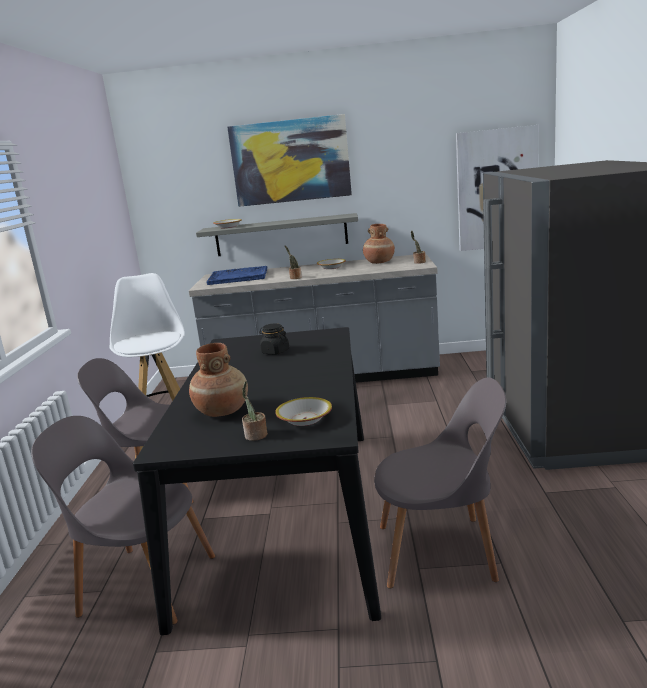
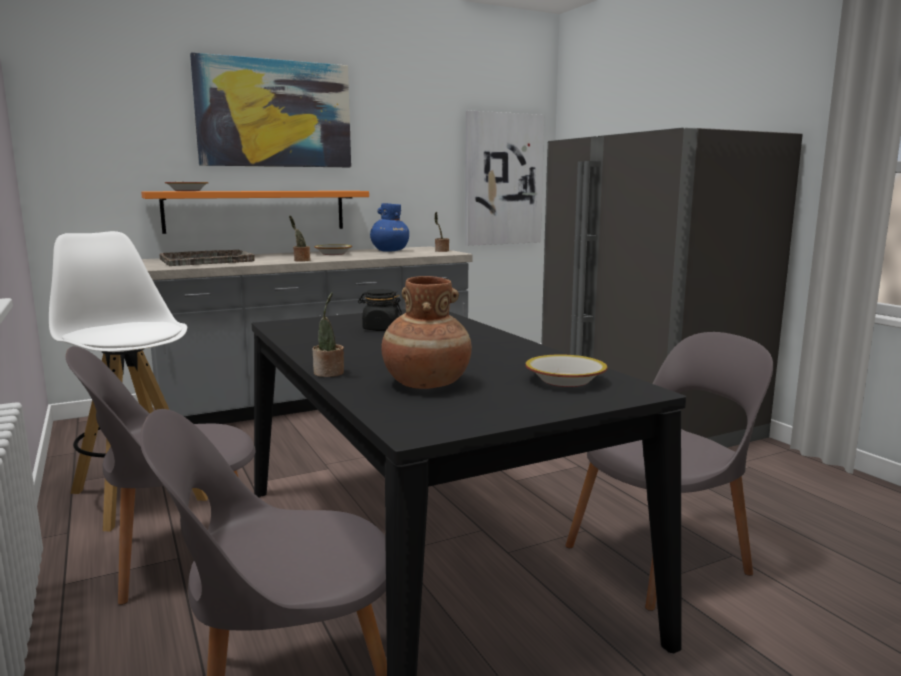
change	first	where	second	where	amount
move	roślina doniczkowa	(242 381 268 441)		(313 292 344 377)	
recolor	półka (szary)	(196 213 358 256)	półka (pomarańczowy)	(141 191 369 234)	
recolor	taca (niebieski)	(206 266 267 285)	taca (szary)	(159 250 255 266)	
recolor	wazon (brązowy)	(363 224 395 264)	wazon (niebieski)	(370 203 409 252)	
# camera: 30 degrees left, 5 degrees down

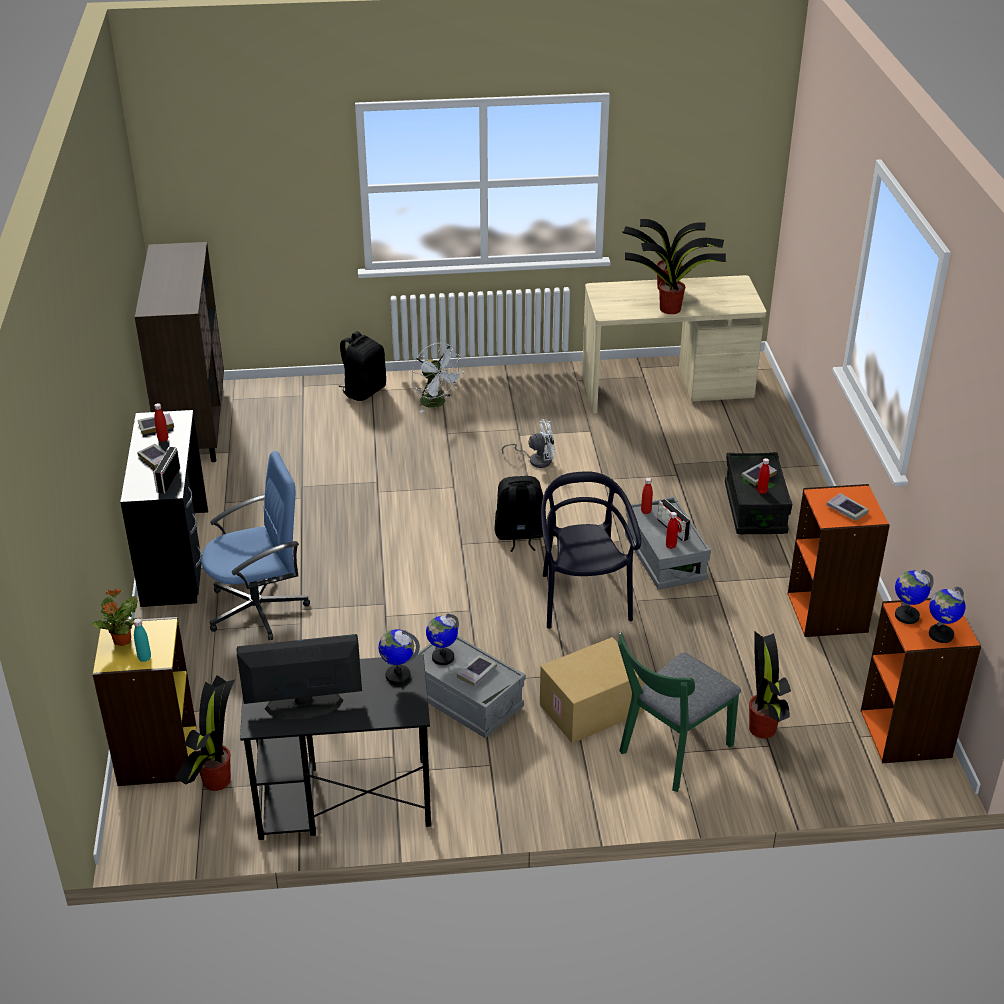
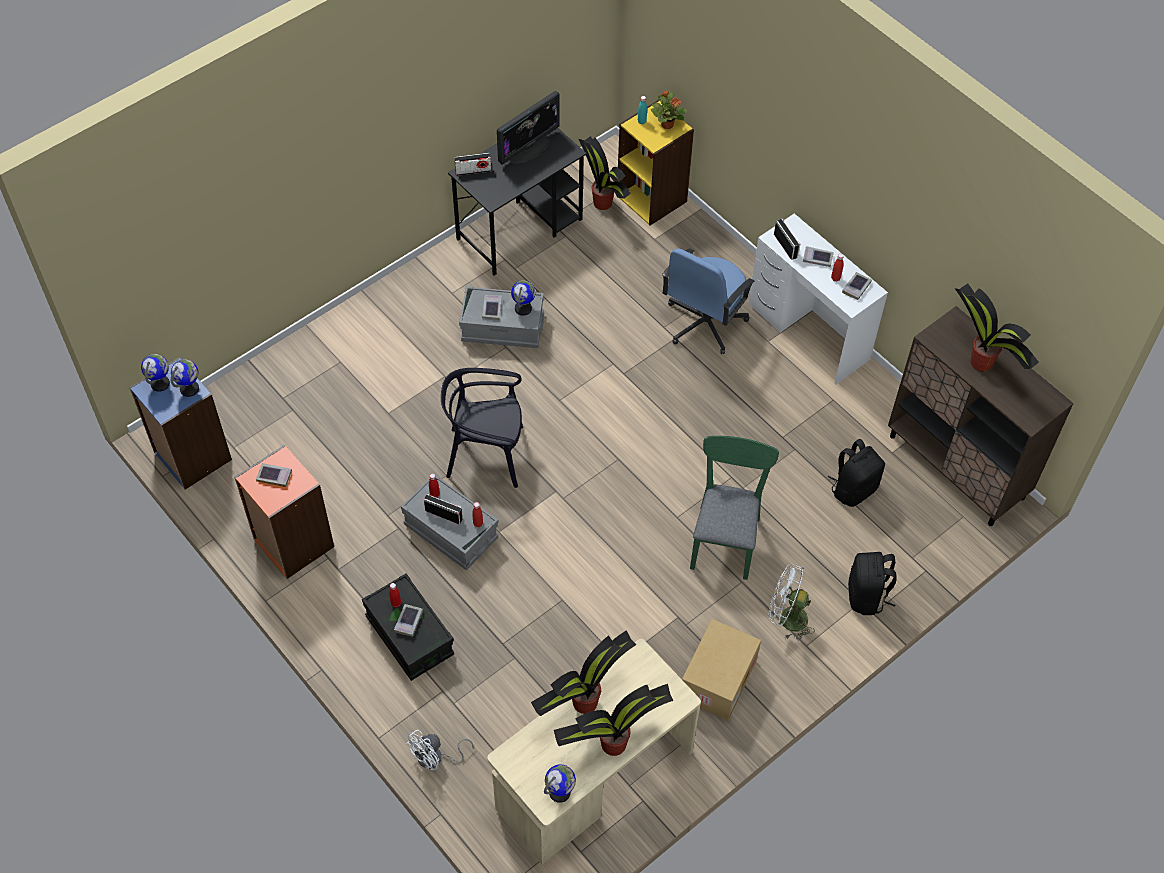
change	first	where	second	where	amount
insert			radio	(454 153 491 176)	
move	globus	(379 629 420 685)		(544 764 576 803)	
move	plecak (czarny)	(494 476 543 552)		(828 439 885 507)	
move	wentylator (biały)	(502 419 556 468)		(405 730 474 770)	
move	karton	(540 637 645 743)		(682 619 761 720)	
move	krzesło (zielony)	(617 632 741 792)		(690 436 779 580)	
move	roślina doniczkowa	(749 631 791 739)		(954 283 1039 371)	
recolor	biurko (czarny)	(120 410 208 607)	biurko (biały)	(749 214 888 385)	
recolor	regał (pomarańczowy)	(861 598 981 763)	regał (niebieski)	(129 357 232 490)	
rotate	krzesło (czarny)	(541 471 641 629)		(441 368 523 488)	135 degrees clockwise
# camera: 145 degrees right, 20 degrees up

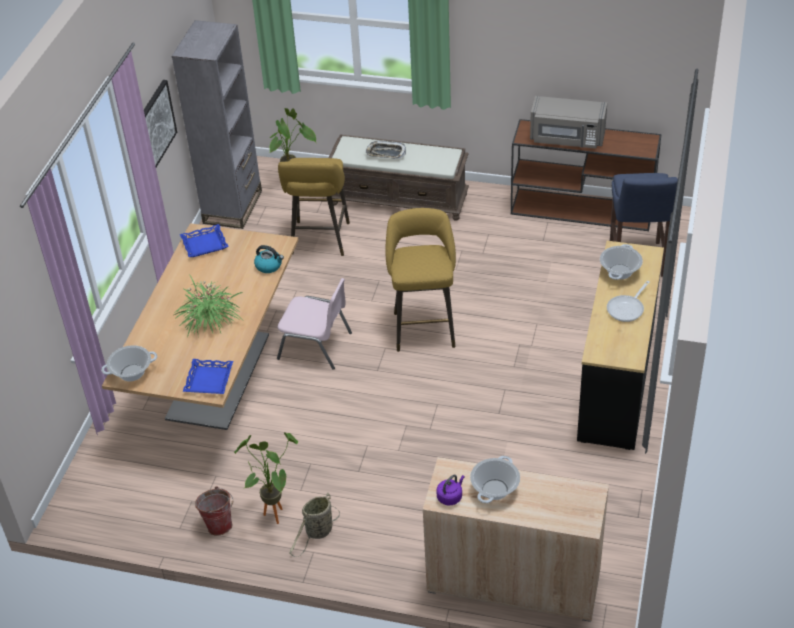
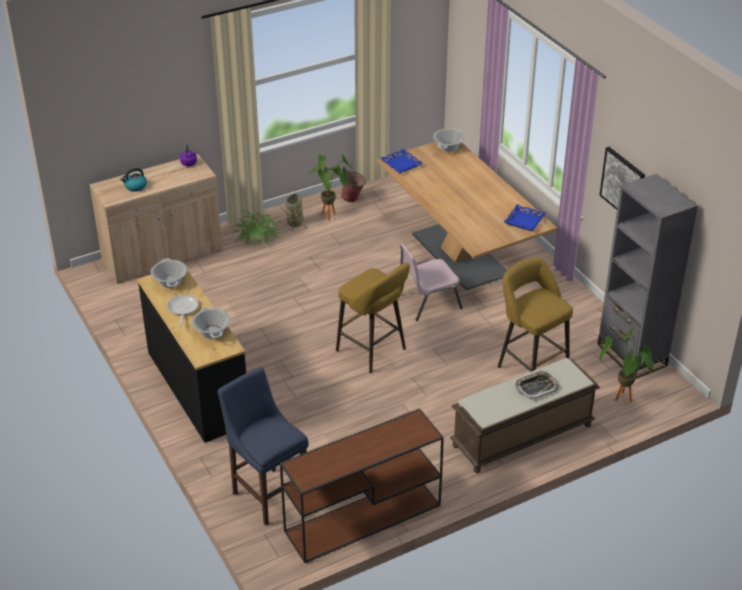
change	first	where	second	where	amount
delete	mikrofalówka (szary)	(530 96 607 148)			
move	roślina doniczkowa	(173 274 243 338)		(231 210 284 246)	
move	czajnik	(254 245 284 273)		(120 168 147 192)	
move	garnek	(470 456 520 503)		(151 258 187 288)	
# camera: 135 degrees right, 5 degrees down

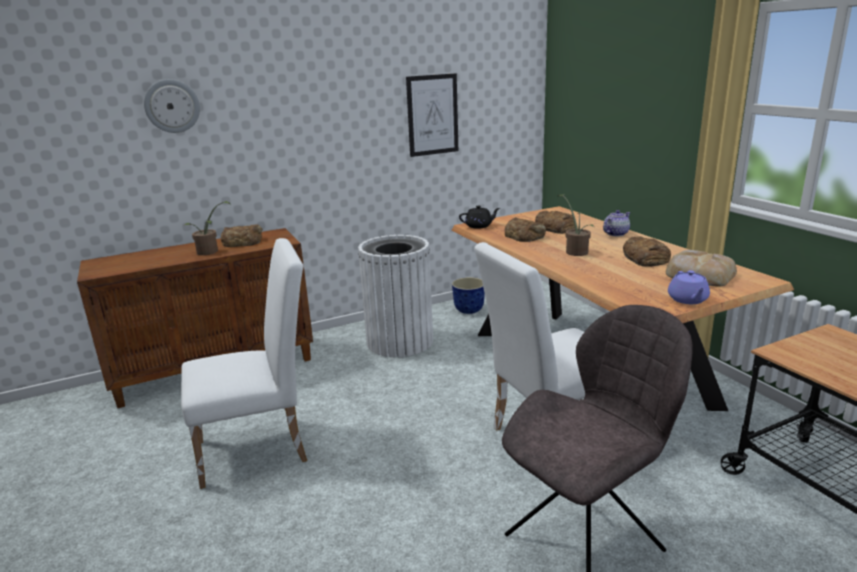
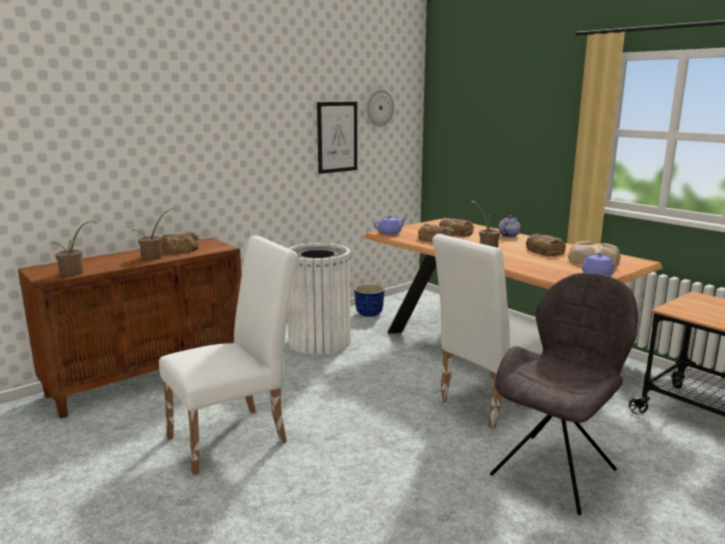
change	first	where	second	where	amount
insert			roślina doniczkowa	(48 221 97 277)	
move	zegar ścienny	(144 79 200 133)		(366 89 394 127)	
recolor	imbryk (czarny)	(459 206 500 229)	imbryk (fioletowy)	(374 215 407 235)	
# camera: 15 degrees left, 5 degrees down

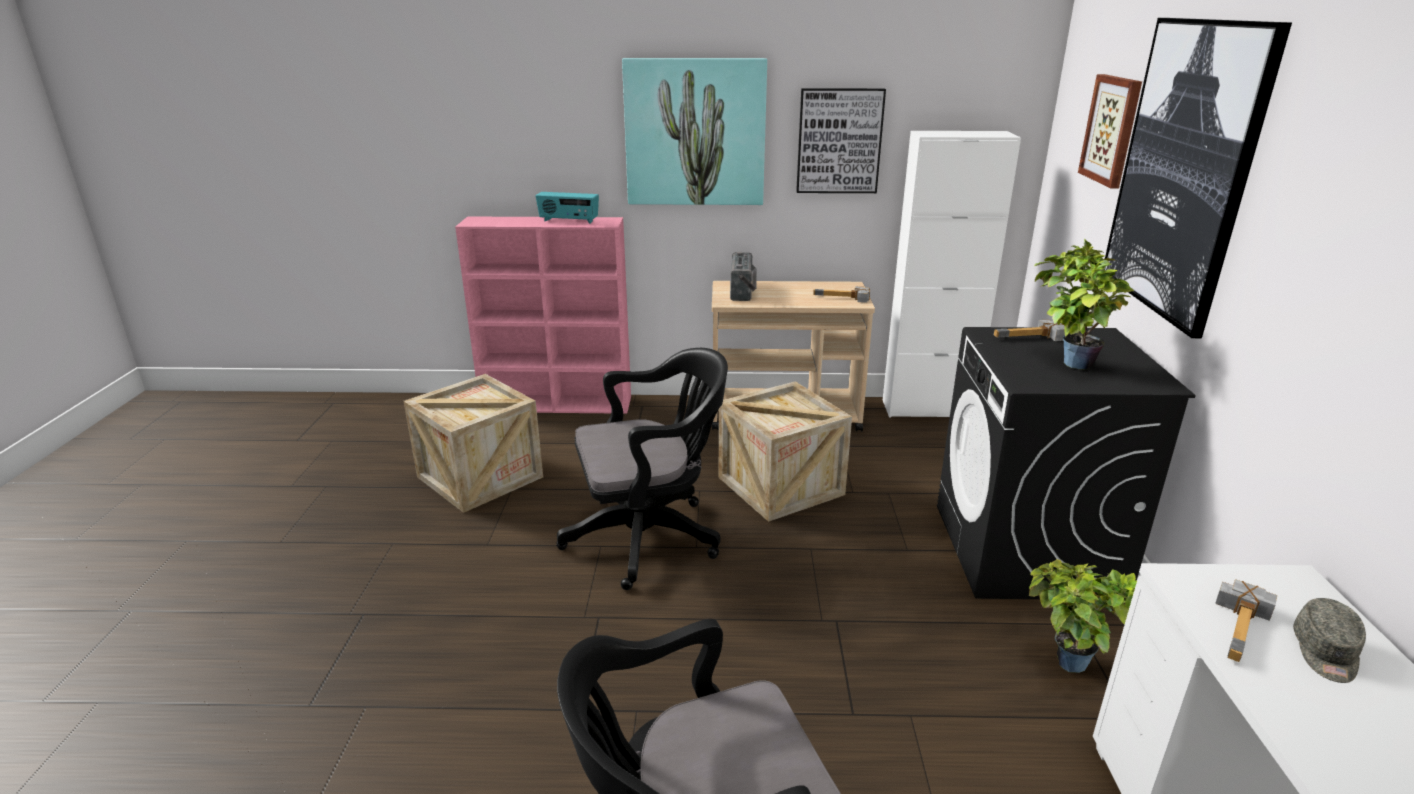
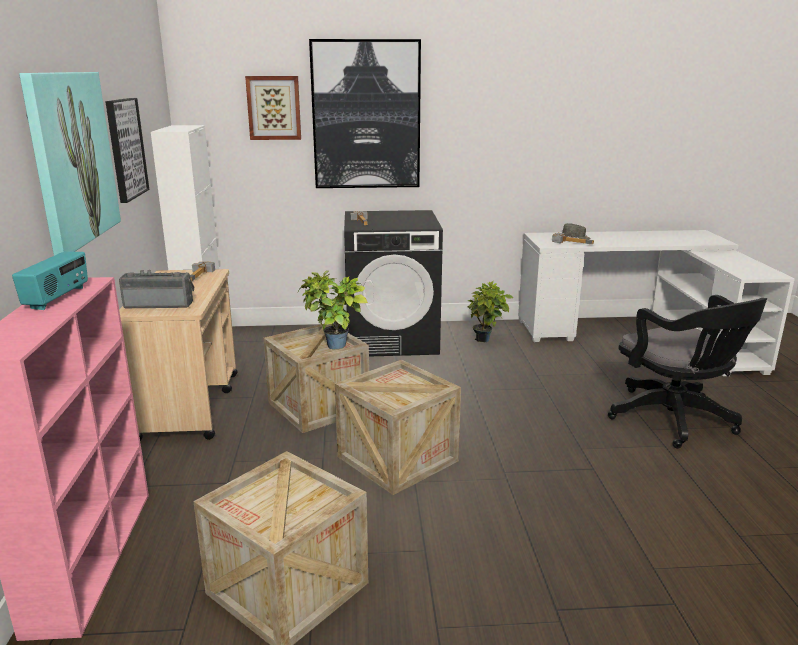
change	first	where	second	where	amount
move	roślina doniczkowa	(1034 239 1134 370)		(298 271 368 349)	
replace	krzesło biurowe (czarny)	(556 348 728 590)	skrzynka	(335 360 461 495)	
# camera: 95 degrees left, 5 degrees down

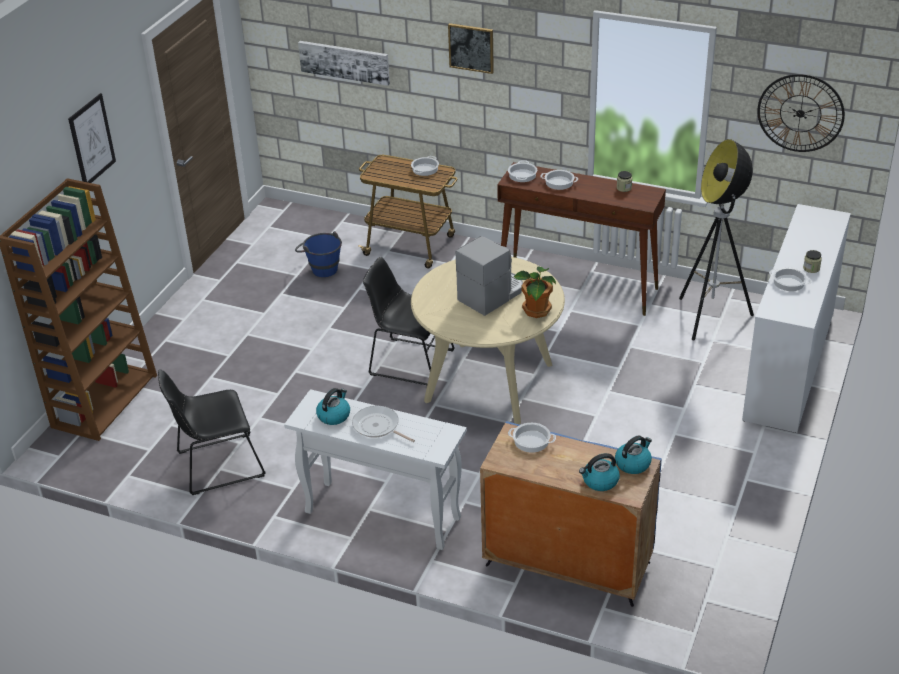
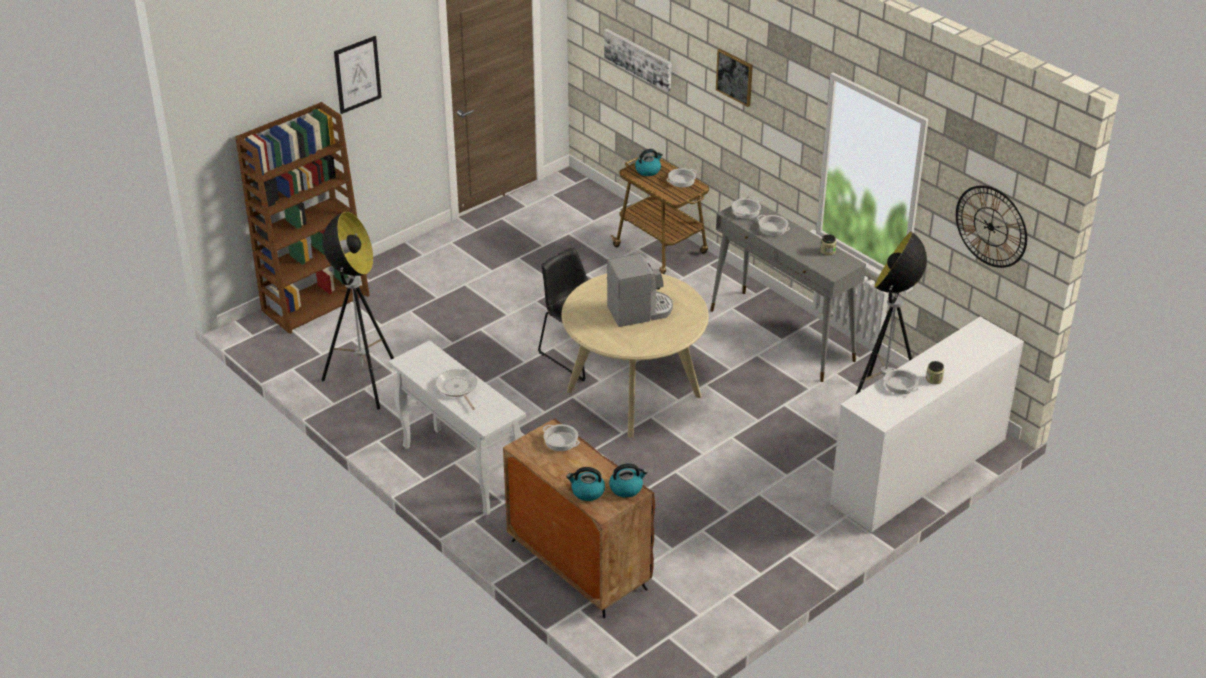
change	first	where	second	where	amount
delete	wiadro (niebieski)	(295 231 342 277)			
delete	roślina doniczkowa	(514 266 556 318)			
move	czajnik	(316 388 350 425)		(635 149 663 176)	
replace	krzesło (czarny)	(158 369 266 495)	lampa stojąca	(321 212 394 410)	
recolor	szafka (niebieski)	(480 421 662 607)	szafka (brązowy)	(503 418 655 618)	
recolor	stolik konsolowy (brązowy)	(497 162 666 316)	stolik konsolowy (szary)	(710 197 866 382)	
# camera: 25 degrees right, 0 degrees up

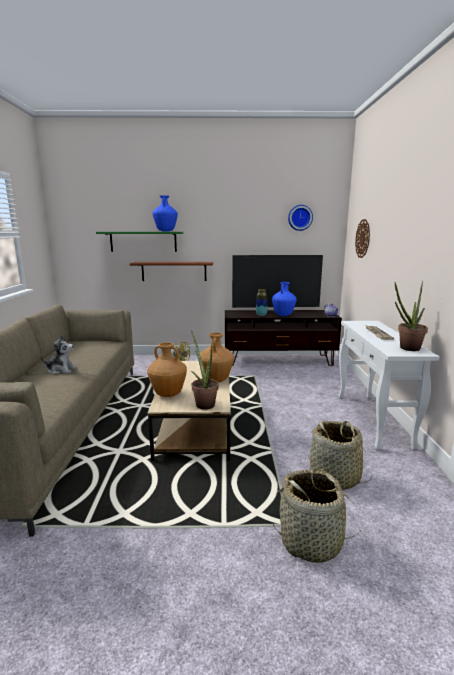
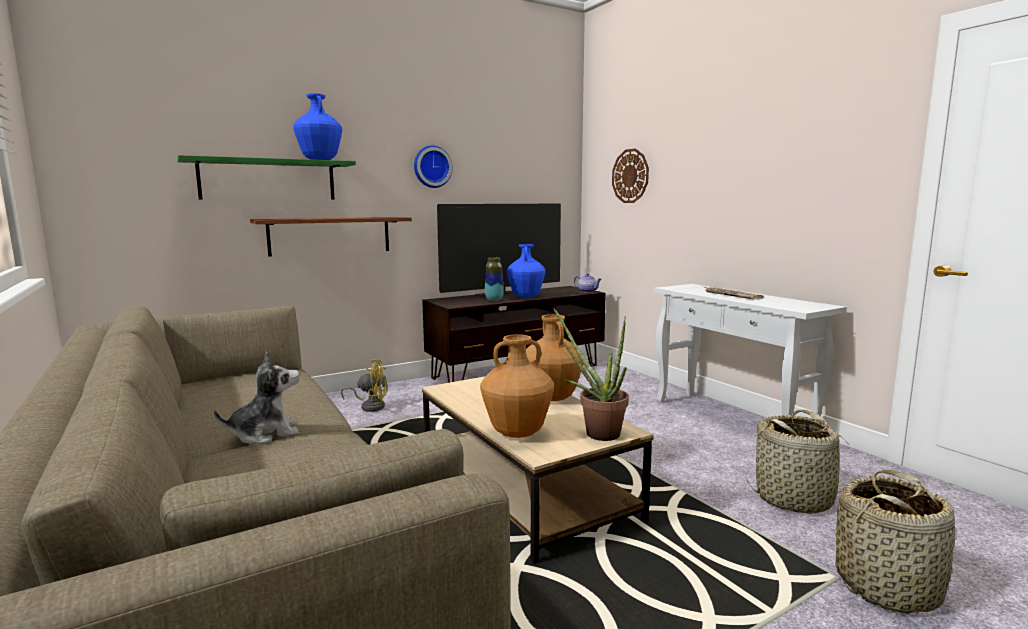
change	first	where	second	where	amount
delete	roślina doniczkowa	(395 281 428 351)			
move	zegar ścienny	(288 205 313 231)		(414 145 452 188)	
# camera: 30 degrees left, 5 degrees down

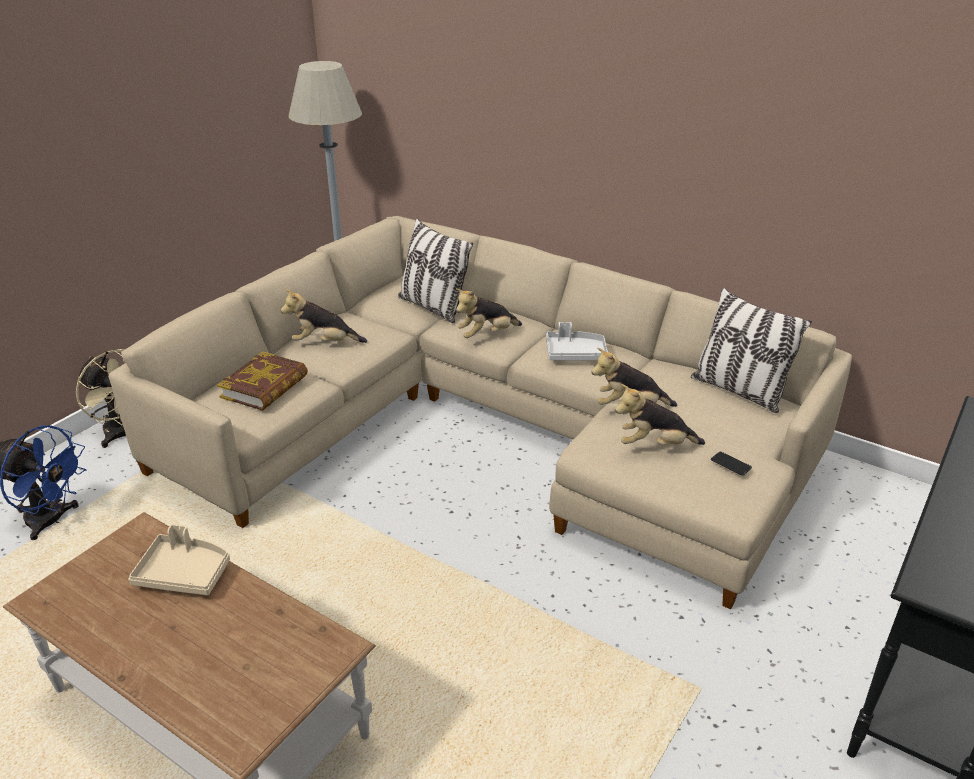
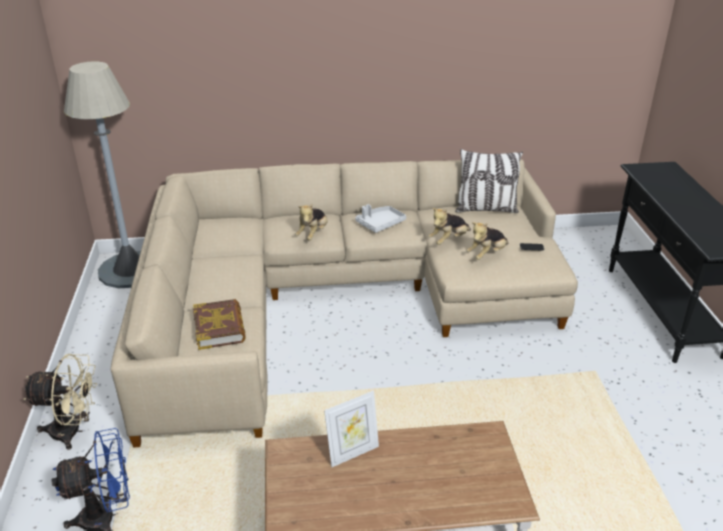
change	first	where	second	where	amount
delete	pluszak	(281 289 367 343)			
delete	poduszka	(398 219 473 324)			
replace	taca (beżowy)	(128 524 230 595)	ramka na zdjęcie	(324 390 379 467)	
# camera: 40 degrees left, 0 degrees up

